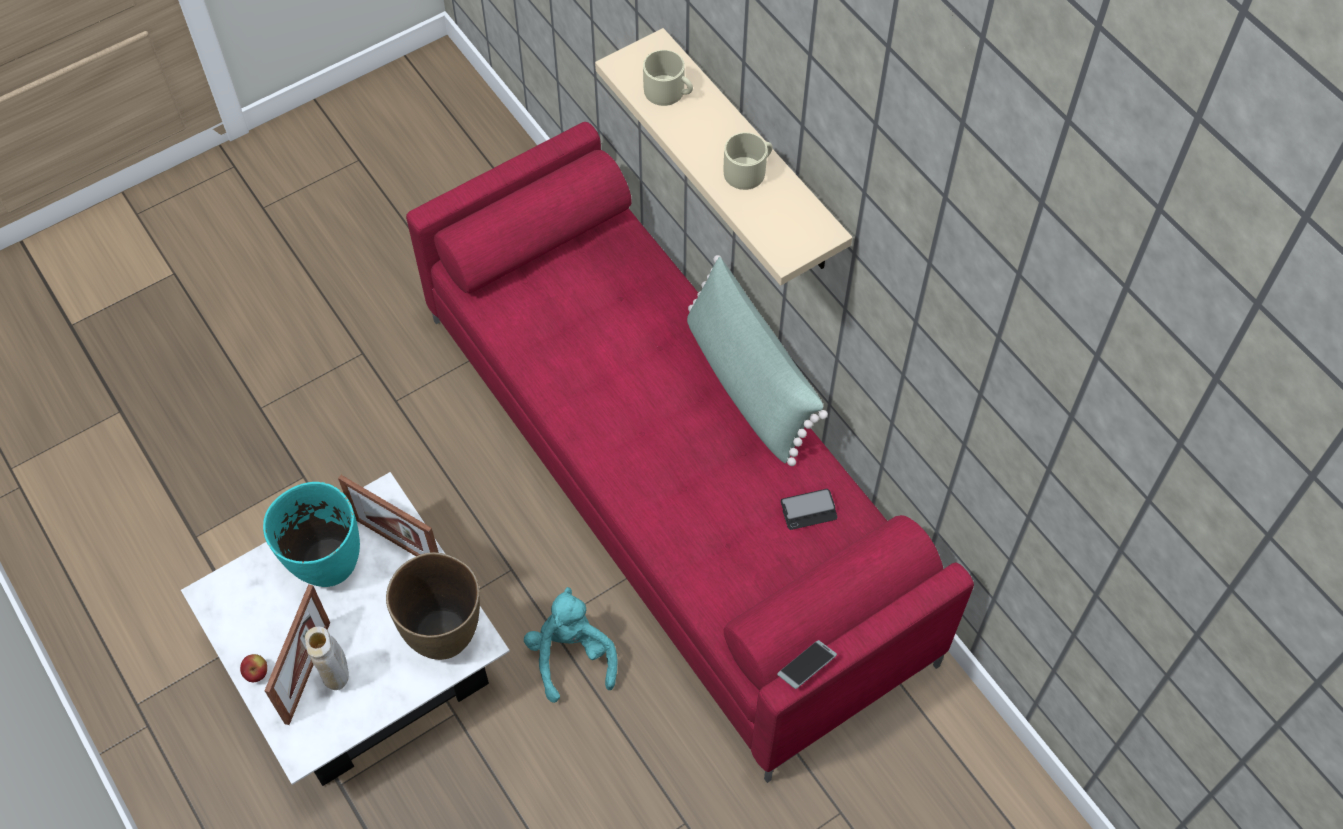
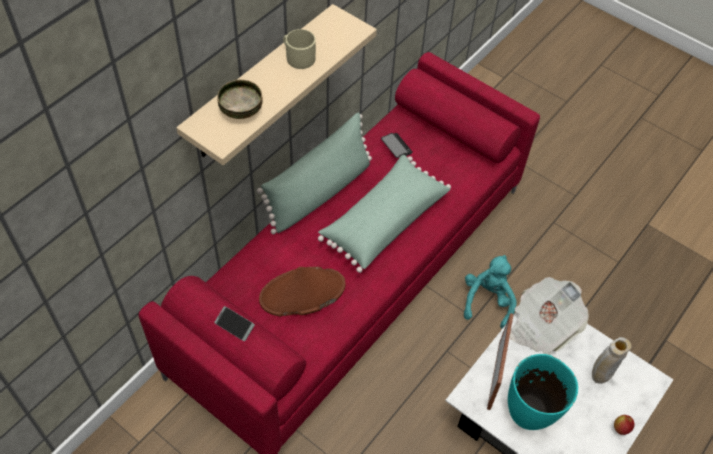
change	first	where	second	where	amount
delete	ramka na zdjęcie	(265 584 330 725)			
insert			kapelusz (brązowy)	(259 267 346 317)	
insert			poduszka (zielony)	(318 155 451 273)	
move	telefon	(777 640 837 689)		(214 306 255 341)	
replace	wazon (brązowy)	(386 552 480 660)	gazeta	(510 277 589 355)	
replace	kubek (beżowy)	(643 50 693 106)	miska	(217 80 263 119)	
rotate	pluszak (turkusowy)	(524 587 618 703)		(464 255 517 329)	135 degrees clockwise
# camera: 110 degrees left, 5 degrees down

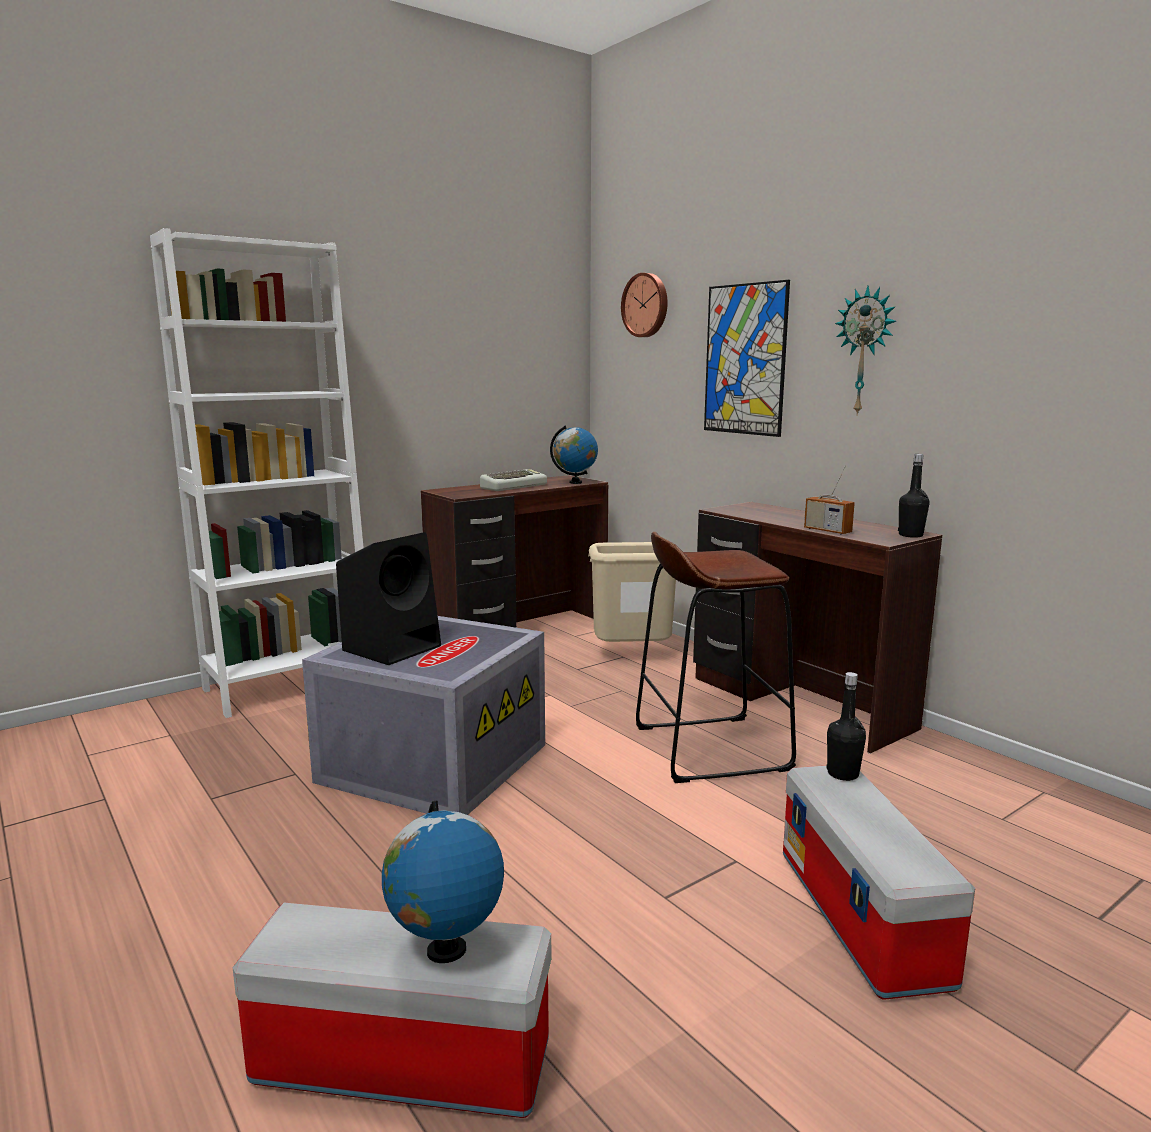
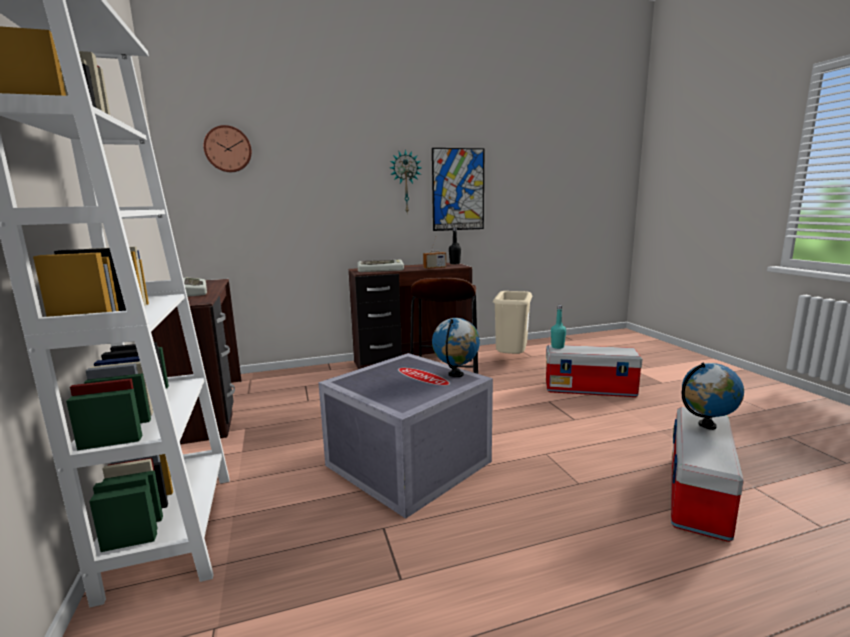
change	first	where	second	where	amount
delete	głośnik (czarny)	(336 532 441 665)			
insert			klawiatura	(357 260 404 272)	
move	globus	(550 425 598 484)		(432 318 480 377)	
move	kosz na śmieci (beżowy)	(588 542 676 642)		(493 291 532 354)	
move	obraz	(704 280 790 437)		(432 148 485 231)	
recolor	butelka (czarny)	(826 672 866 781)	butelka (turkusowy)	(551 305 566 349)	
# camera: 70 degrees left, 0 degrees up

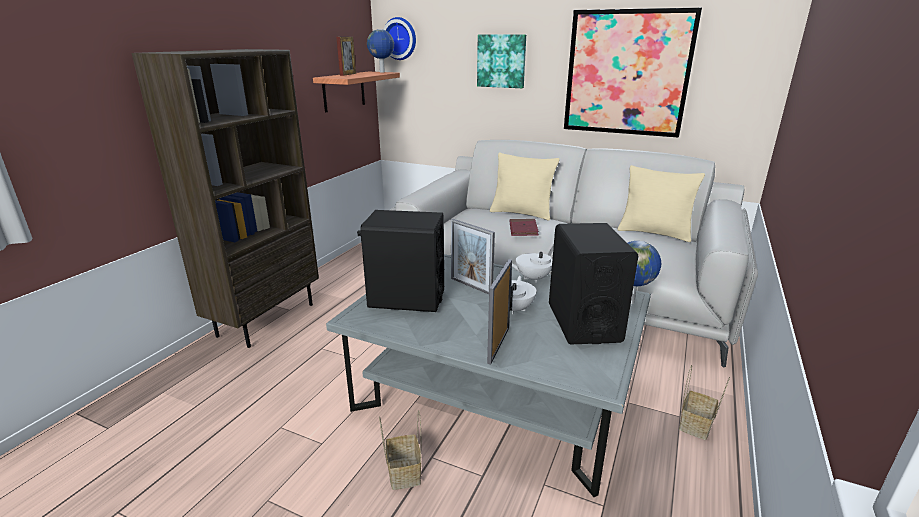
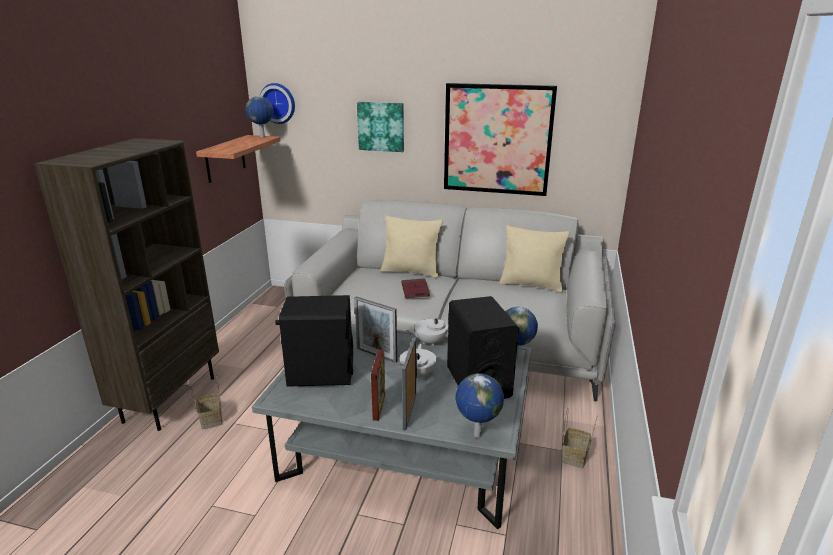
change	first	where	second	where	amount
insert			globus	(455 373 504 438)	
move	ramka na zdjęcie	(336 37 356 76)		(371 350 385 421)	
move	koszyk	(379 410 421 490)		(188 374 223 429)	
# camera: 10 degrees left, 0 degrees up

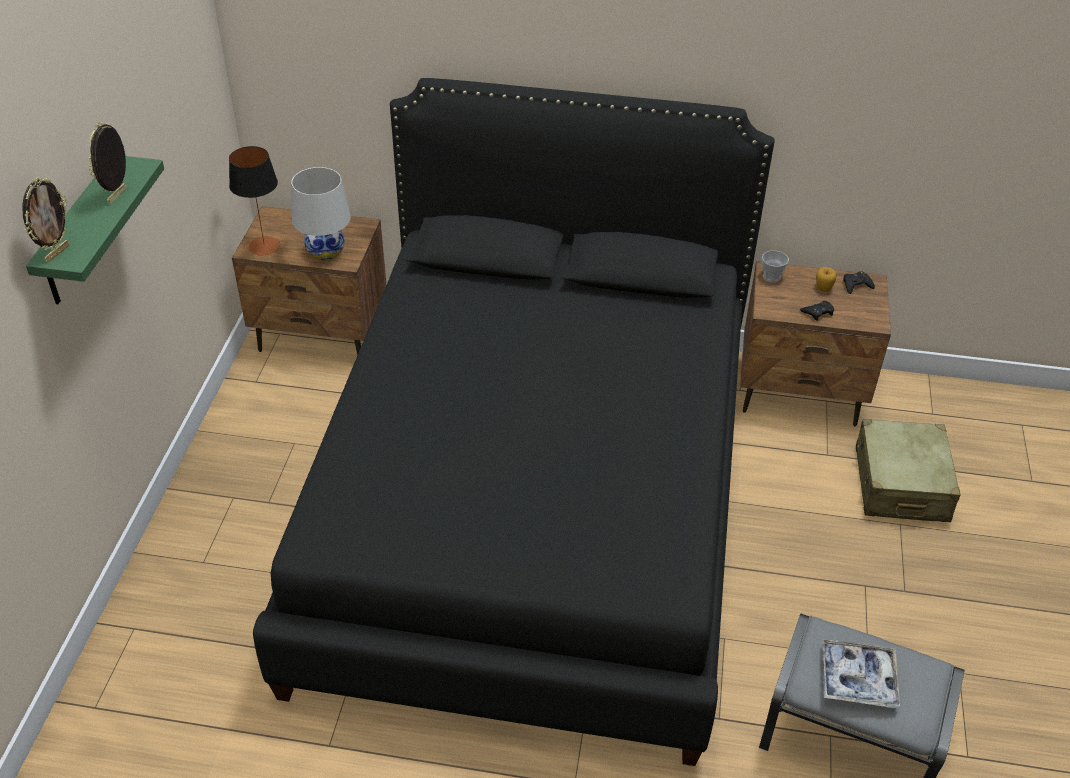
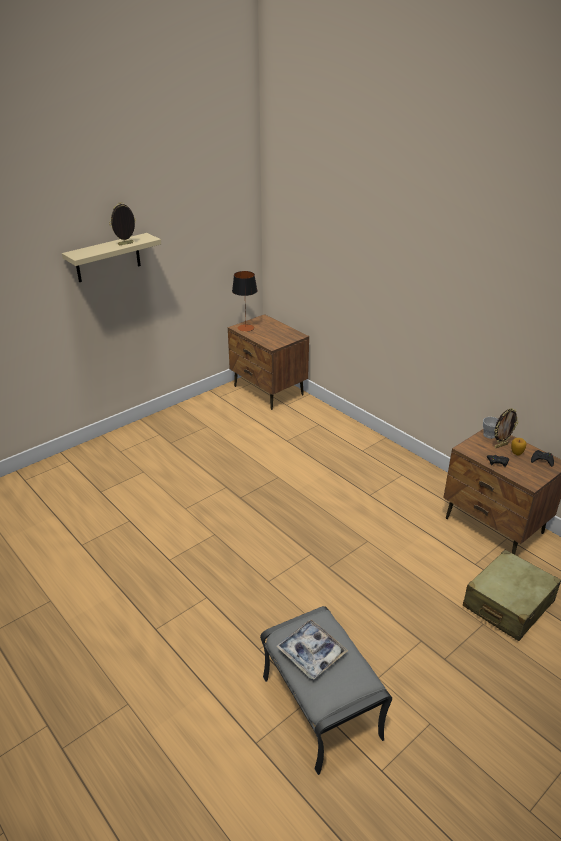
change	first	where	second	where	amount
delete	łóżko (czarny)	(253 78 775 766)			
delete	lampa stołowa (biały)	(291 167 351 260)			
move	ramka na zdjęcie	(22 177 69 262)		(494 408 518 448)	
recolor	półka (zielony)	(26 156 164 304)	półka (beżowy)	(62 233 161 282)	
# camera: 40 degrees right, 10 degrees down

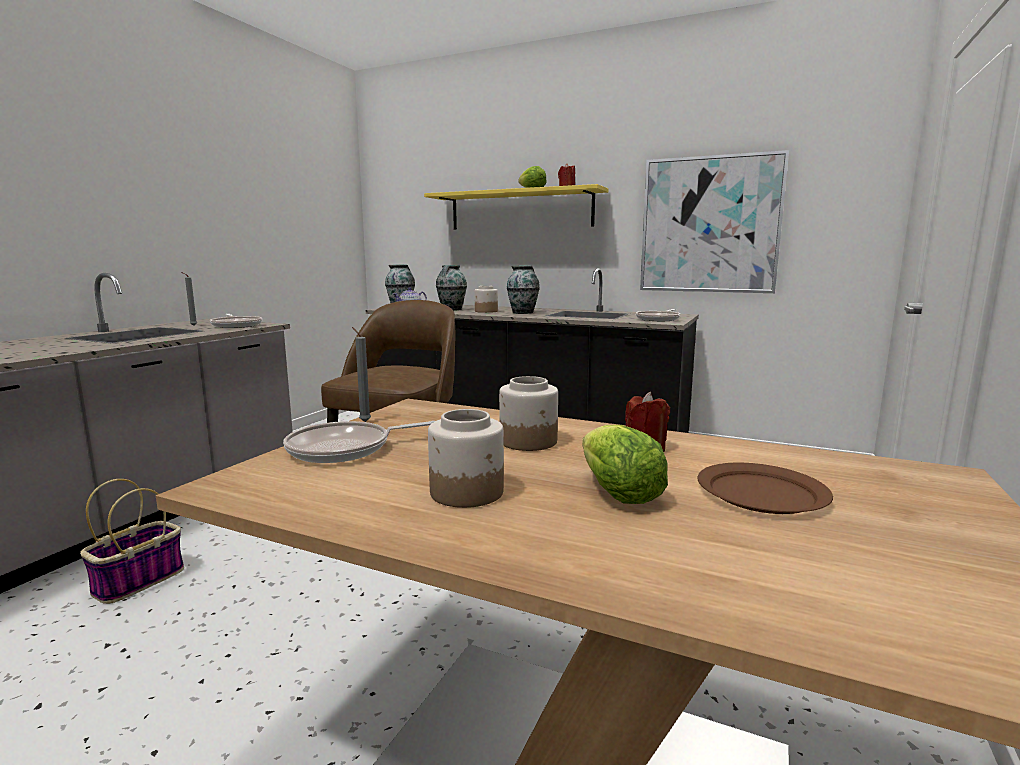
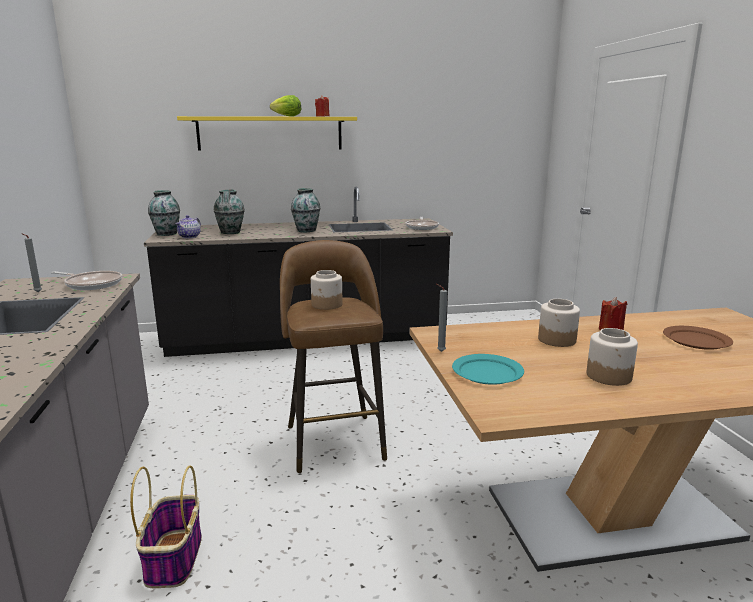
change	first	where	second	where	amount
delete	sałata	(582 425 668 504)			
delete	obraz	(640 150 789 293)			
move	słoik	(475 286 498 313)		(311 270 343 310)	
replace	patelnia	(283 421 435 463)	talerz (turkusowy)	(452 354 524 385)	
# camera: 35 degrees left, 5 degrees up

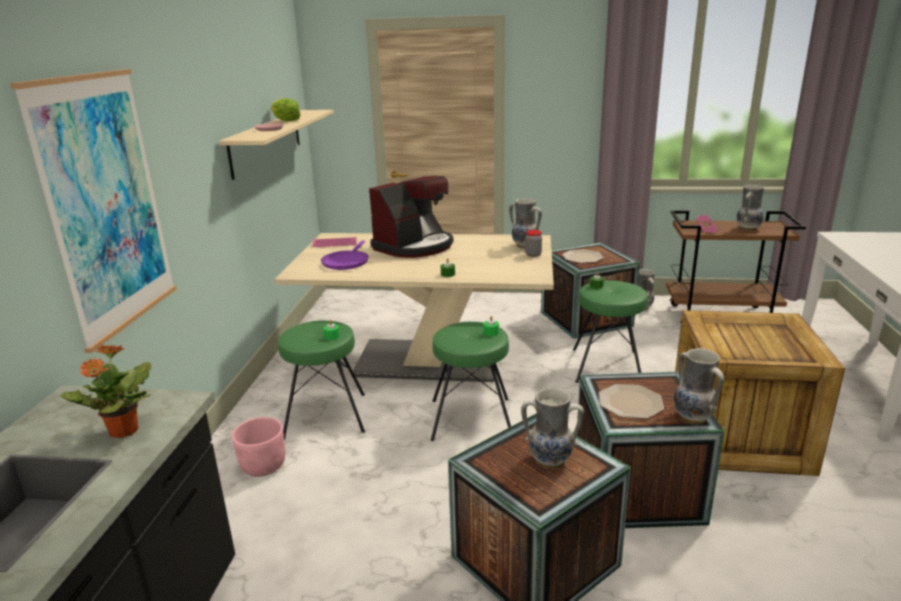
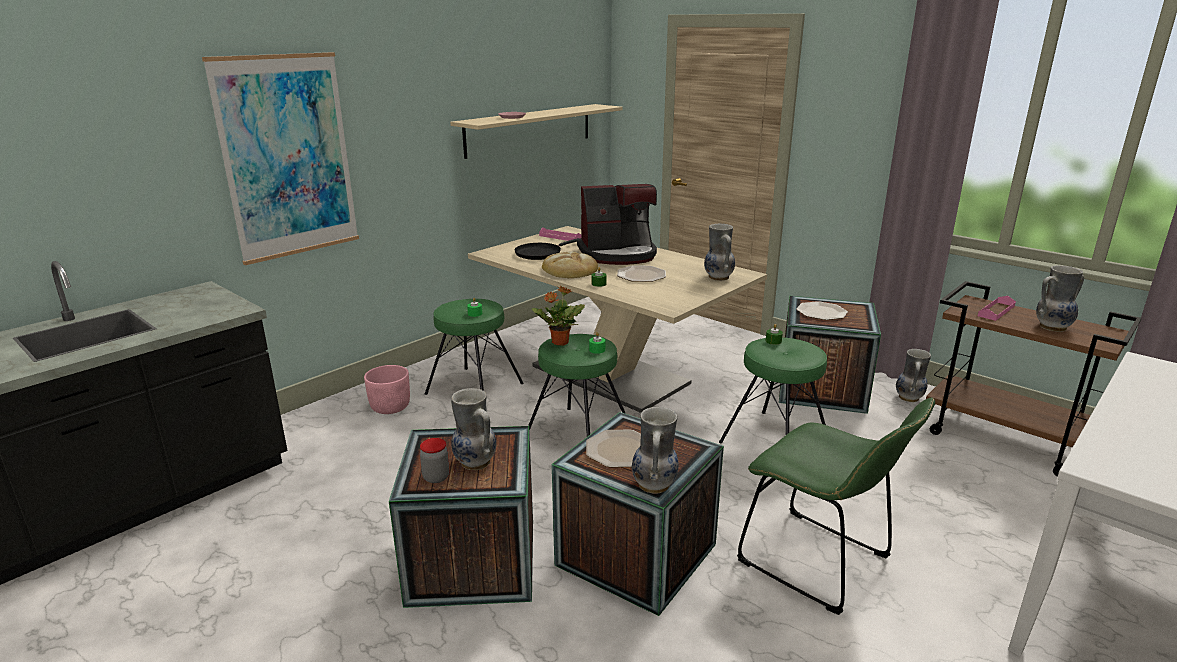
change	first	where	second	where	amount
delete	sałata	(271 99 301 121)			
insert			chleb	(542 251 598 278)	
insert			talerz	(617 265 666 282)	
move	roślina doniczkowa	(60 344 152 438)		(532 286 585 346)	
move	słoik	(525 230 542 257)		(420 438 450 483)	
replace	skrzynka	(675 310 845 476)	krzesło (zielony)	(737 398 935 615)	
recolor	patelnia (fioletowy)	(321 240 369 270)	patelnia (czarny)	(515 238 580 260)	
# camera: 35 degrees right, 0 degrees up

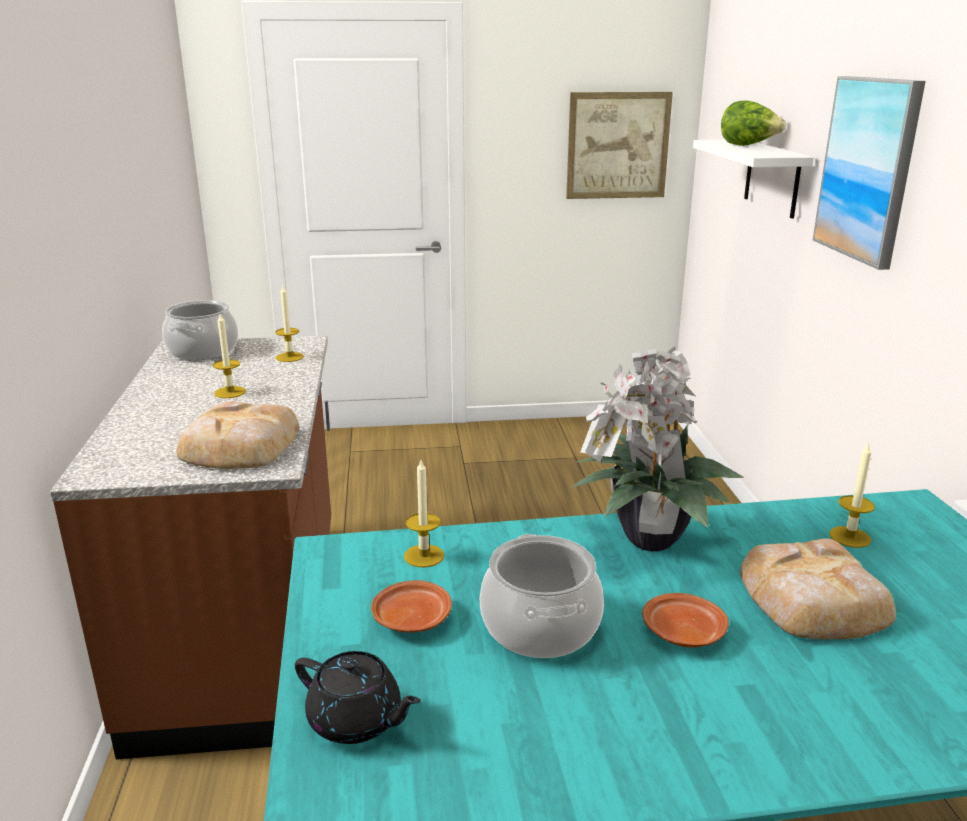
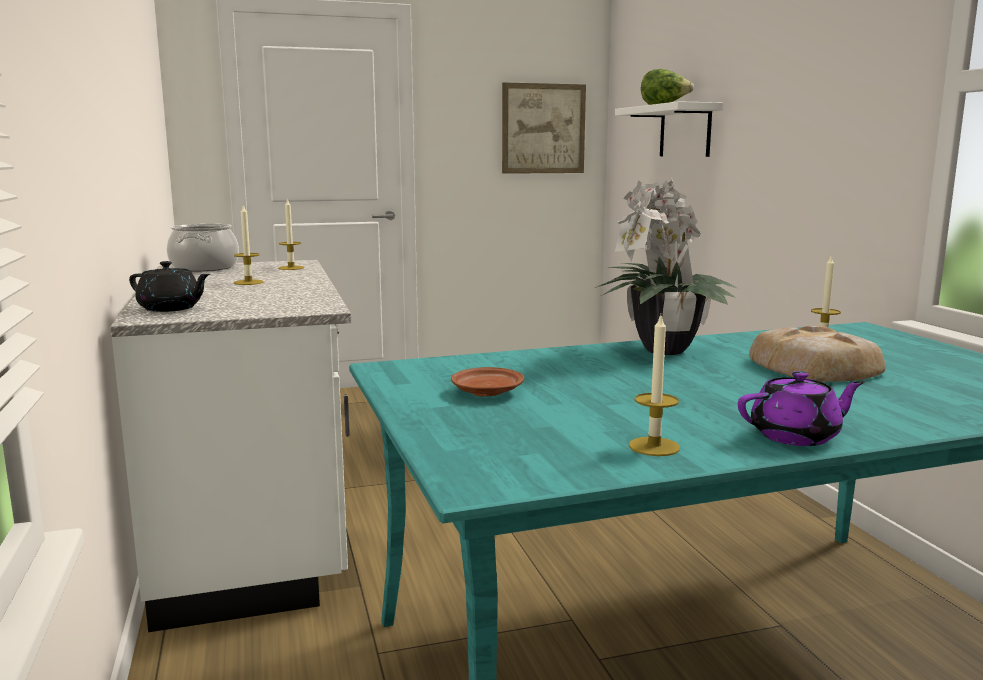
change	first	where	second	where	amount
delete	chleb	(177 402 299 469)			
delete	garnek	(480 534 604 658)			
delete	talerz (brązowy)	(642 593 729 648)			
delete	obraz	(813 76 926 270)			
insert			imbryk (fioletowy)	(738 371 865 446)	
move	imbryk (czarny)	(295 651 421 744)		(129 261 210 312)	
move	świeca	(404 460 444 567)		(629 315 680 456)	
recolor	zabudowa kuchenna (brązowy)	(50 336 331 760)	zabudowa kuchenna (biały)	(110 260 351 632)	
# camera: 10 degrees left, 10 degrees down

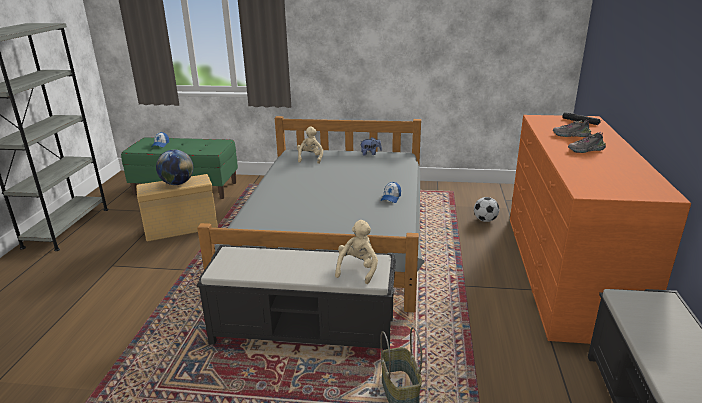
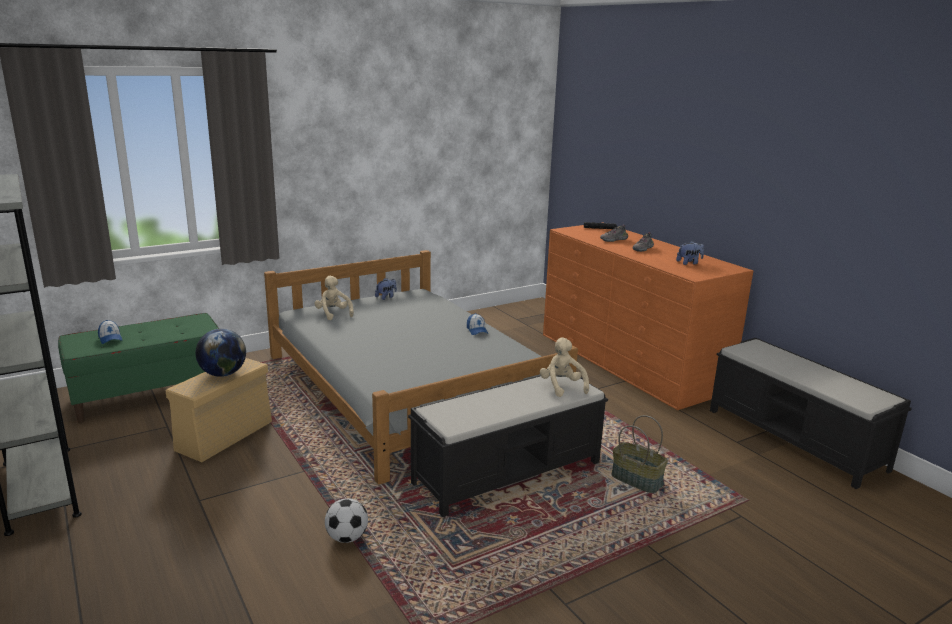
change	first	where	second	where	amount
insert			pluszak	(676 241 704 265)	
move	piłka futbolowa	(474 197 499 222)		(325 498 368 543)	
# camera: 40 degrees left, 5 degrees down

